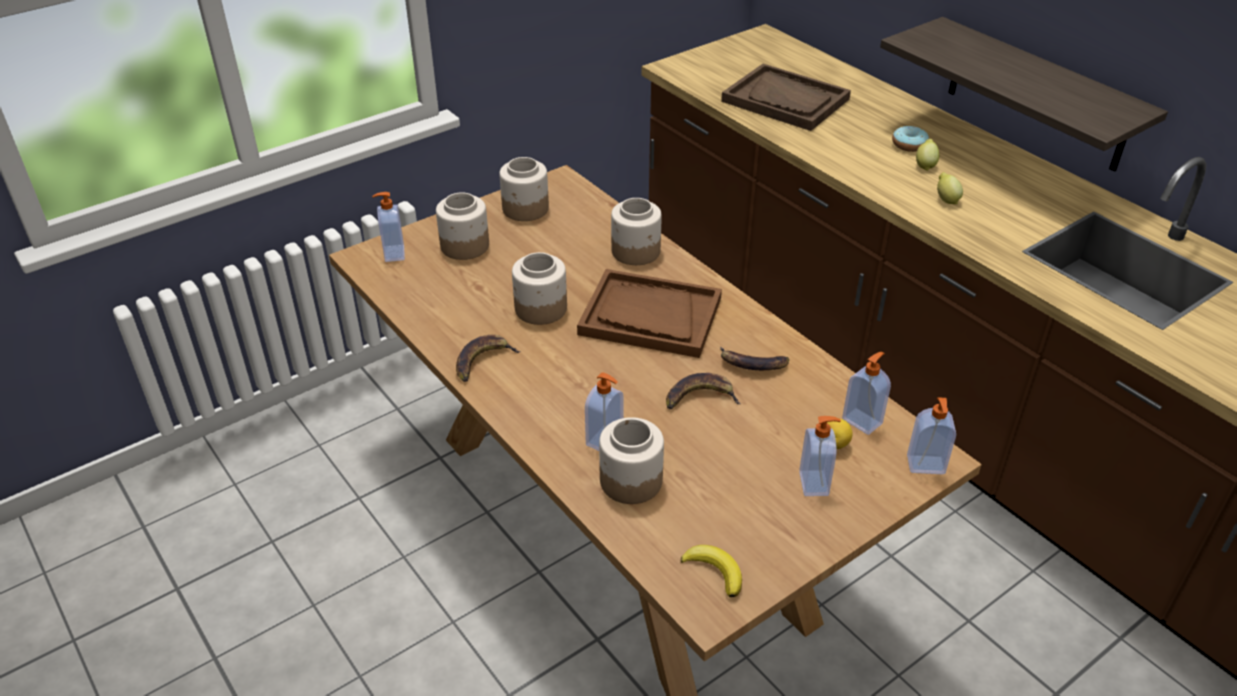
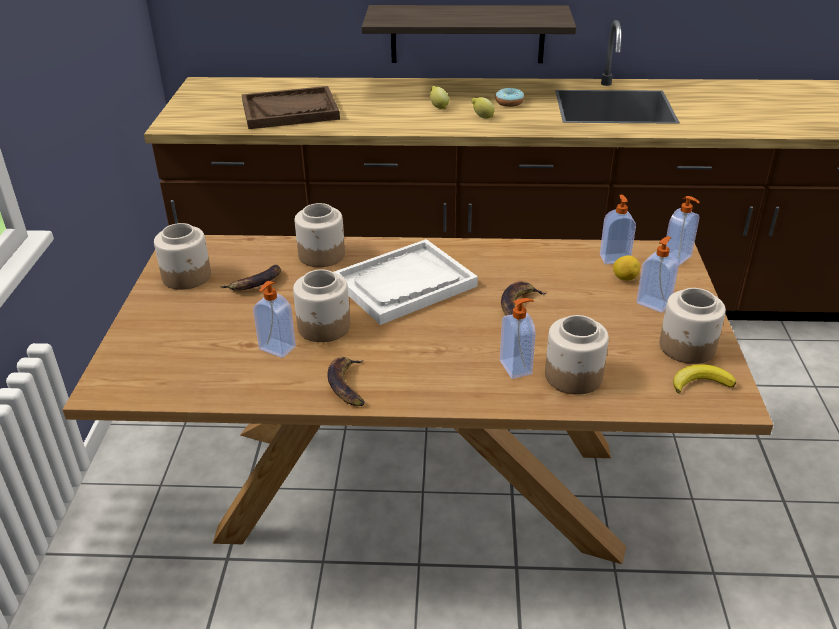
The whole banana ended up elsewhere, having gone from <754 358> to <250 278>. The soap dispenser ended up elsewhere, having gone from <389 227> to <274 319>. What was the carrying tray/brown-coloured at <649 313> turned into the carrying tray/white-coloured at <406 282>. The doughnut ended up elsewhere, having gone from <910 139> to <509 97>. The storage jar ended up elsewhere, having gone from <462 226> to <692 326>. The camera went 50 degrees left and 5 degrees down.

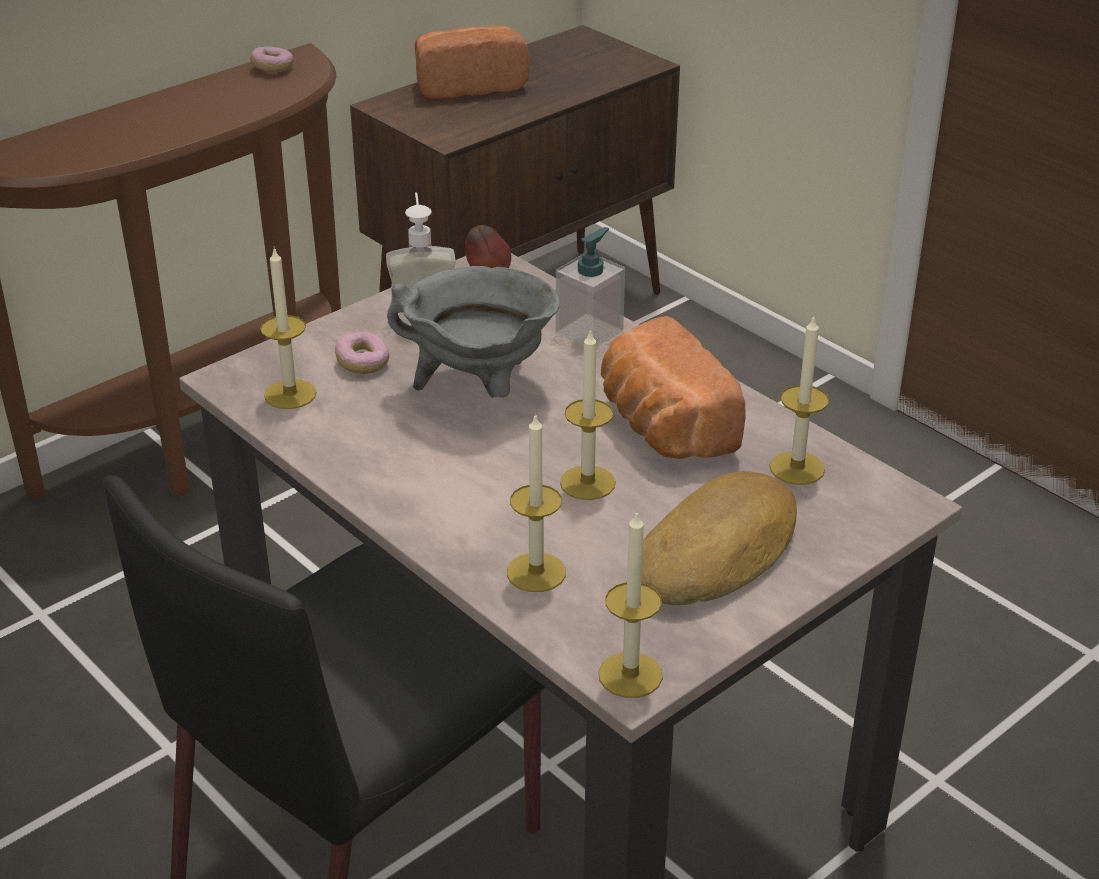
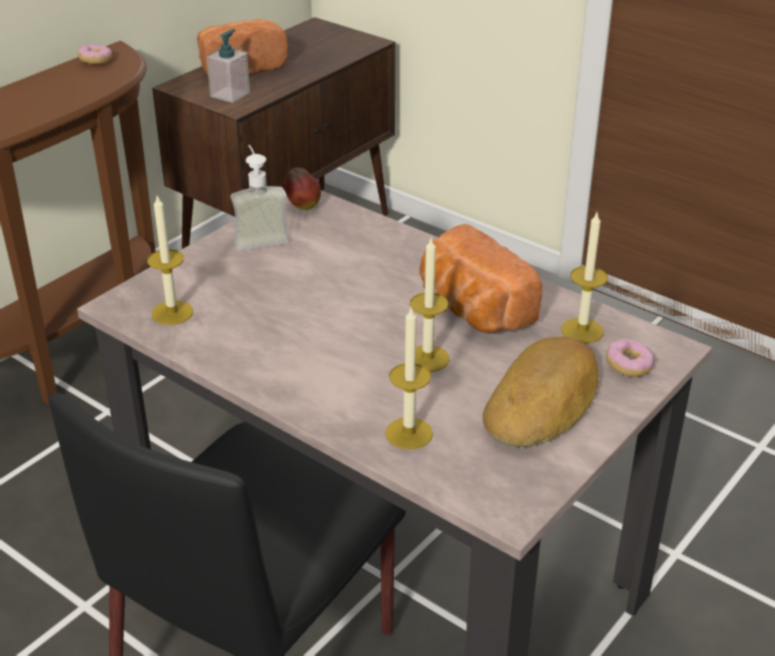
The soap dispenser ended up elsewhere, having gone from <590 287> to <228 66>. The doughnut ended up elsewhere, having gone from <362 353> to <630 358>. The second view lost the saucepot/grey at <473 332>. The second view lost the candle at <630 604>. The camera went 10 degrees left and 0 degrees up.

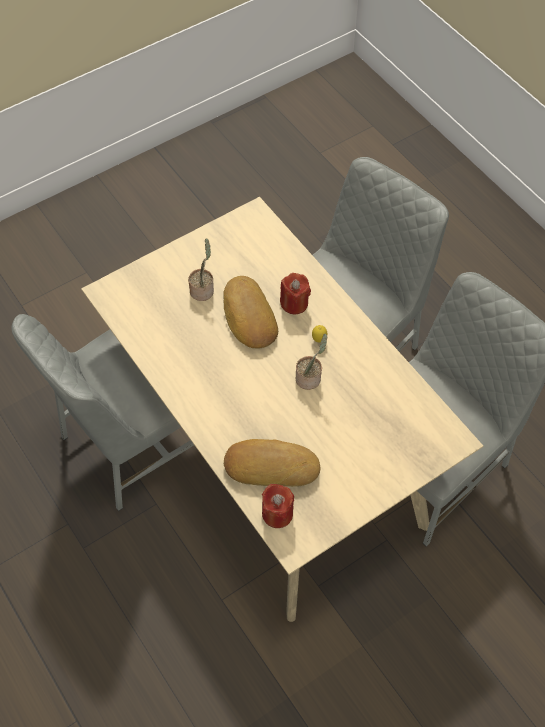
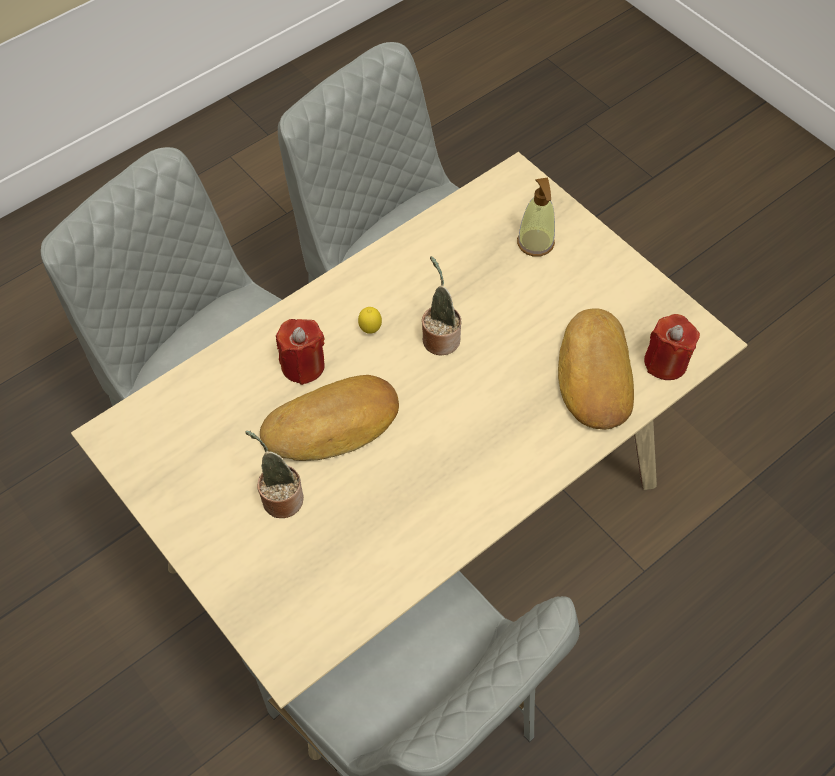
The second view gained the soap dispenser at <536 217>. The camera went 95 degrees left and 0 degrees up.

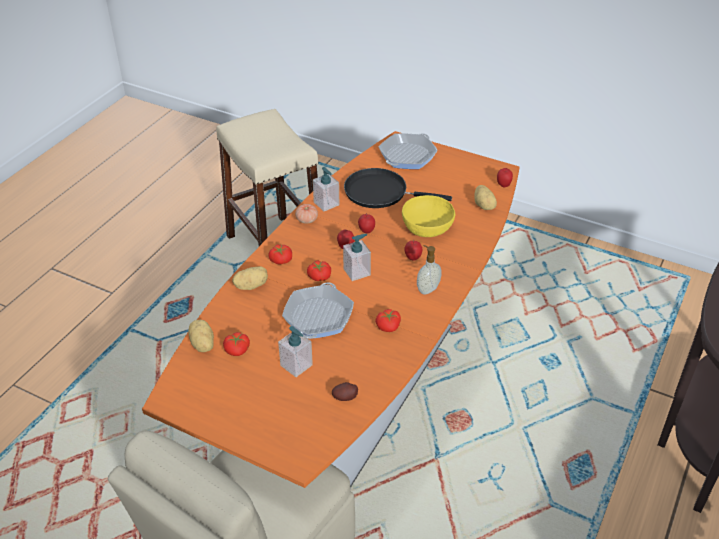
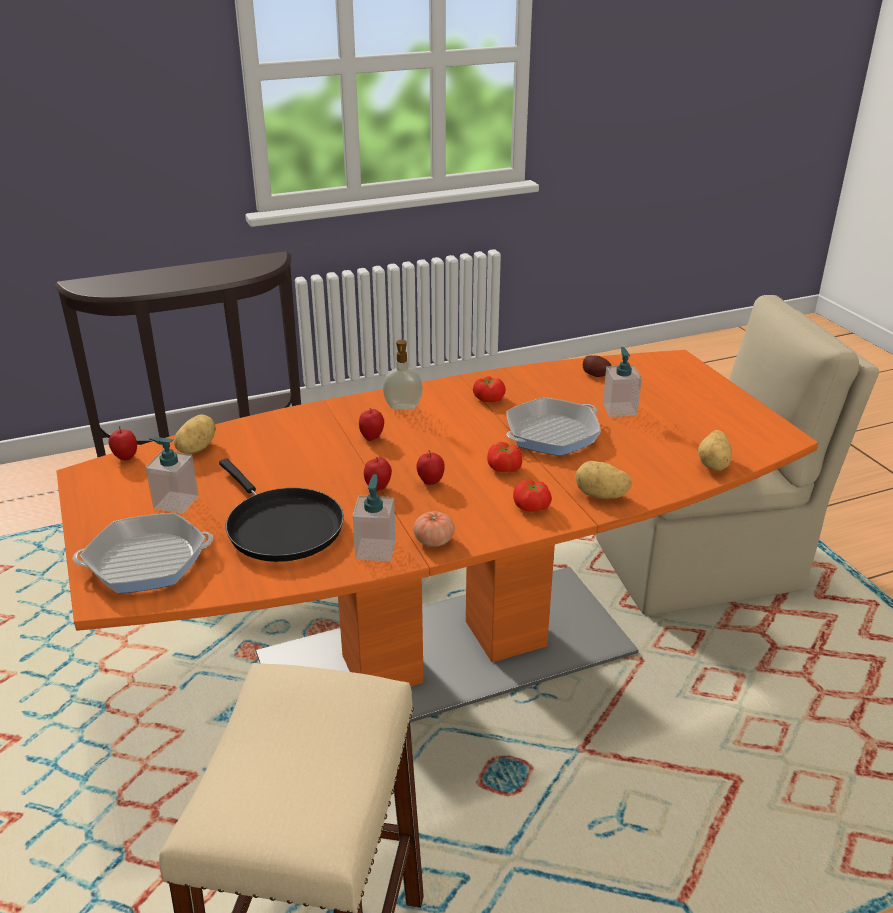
The soap dispenser ended up elsewhere, having gone from <357 257> to <172 475>. The second view lost the fresh tomato at <236 344>. The second view lost the deep dish/yellowish at <428 216>. The camera went 140 degrees left and 10 degrees down.

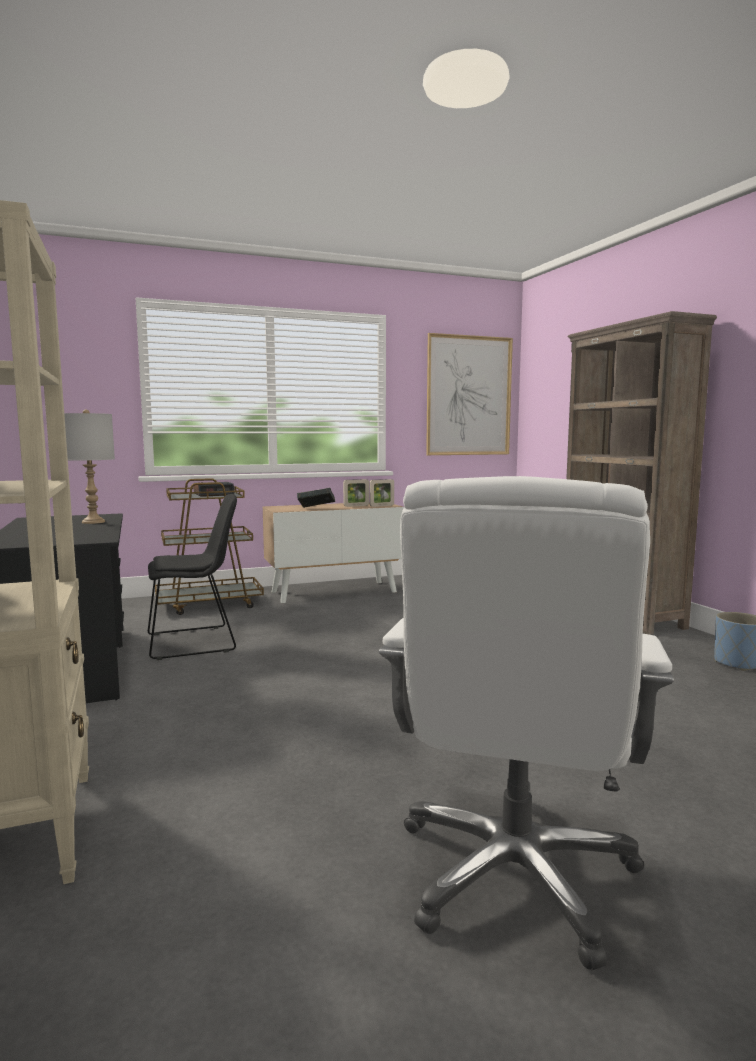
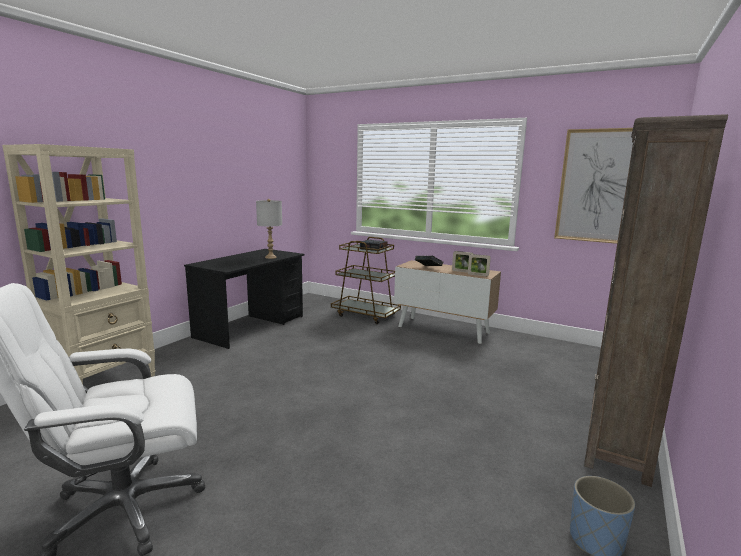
The second view lost the plain chair/black at <192 577>. The camera went 50 degrees right and 5 degrees up.

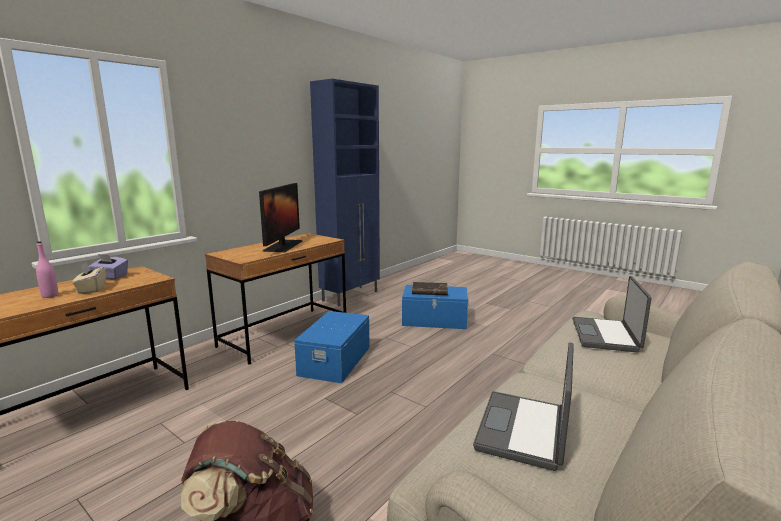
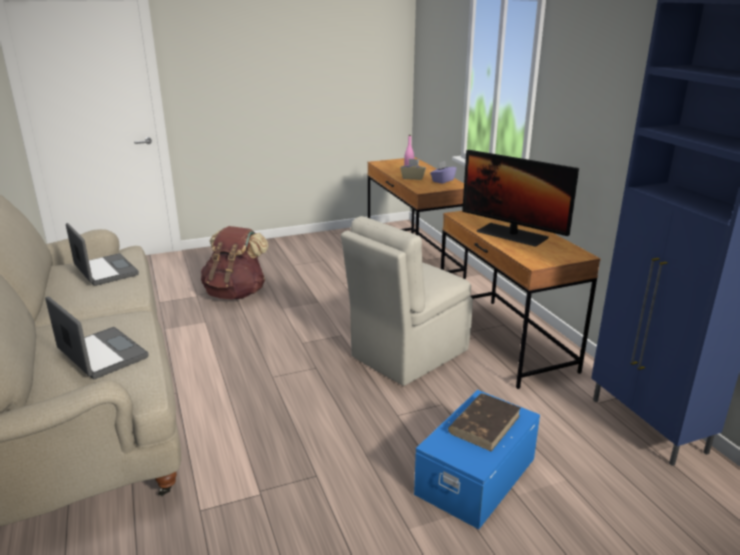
Where the storage bin/bluish stood at <332 347>, the plain chair/beige-coloured came to stand at <407 301>. The camera went 120 degrees right and 10 degrees up.

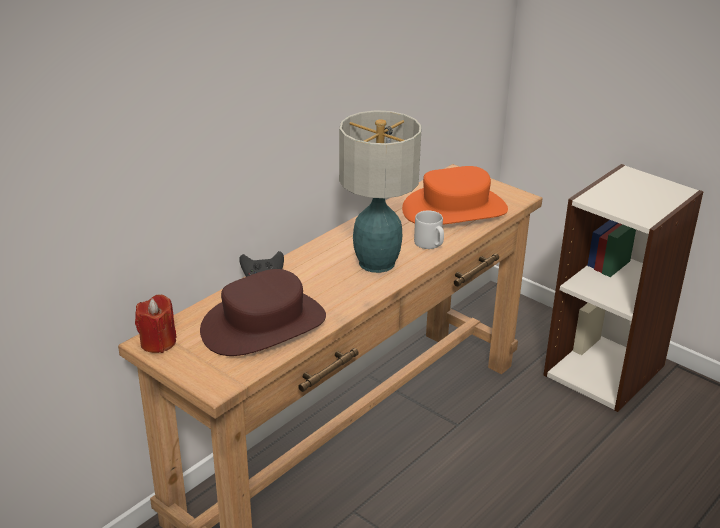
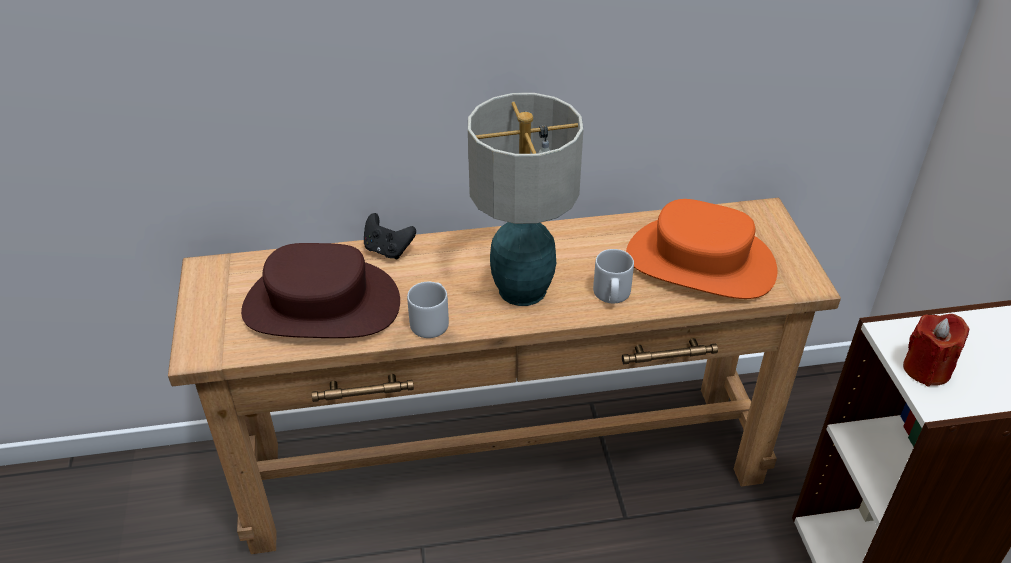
The second view gained the tea mug/grey at <428 310>. The candle/red-coloured ended up elsewhere, having gone from <155 323> to <936 350>. The camera went 40 degrees right and 10 degrees up.

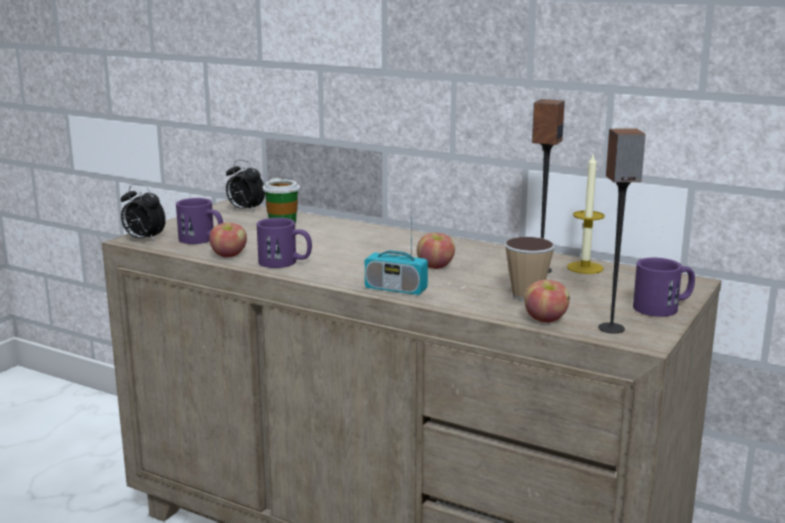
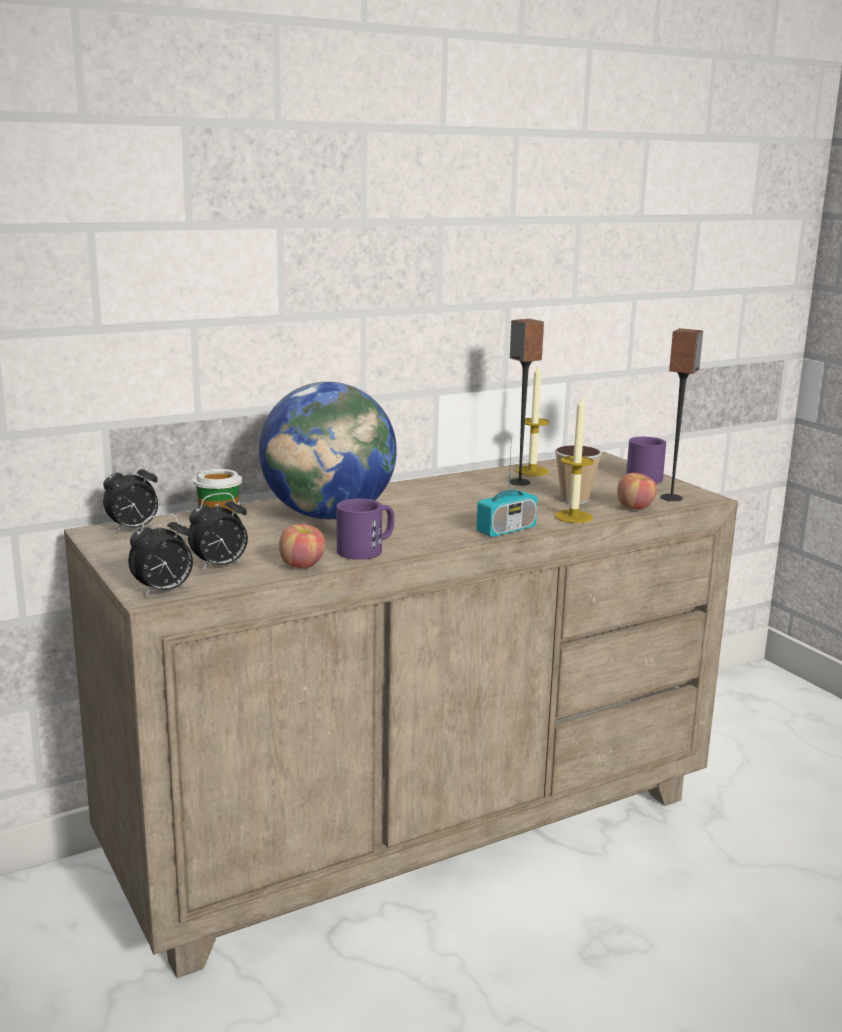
Where the tea mug/purple-coloured stood at <199 221>, the table clock came to stand at <218 531>. The second view gained the desk globe at <328 450>. The second view gained the candle at <574 460>. The second view lost the whole apple at <436 251>. The camera went 60 degrees left and 0 degrees up.

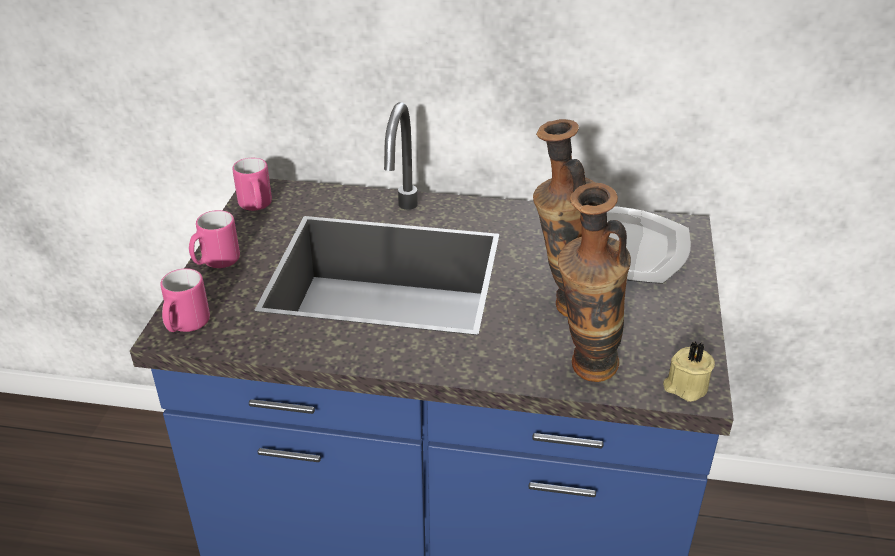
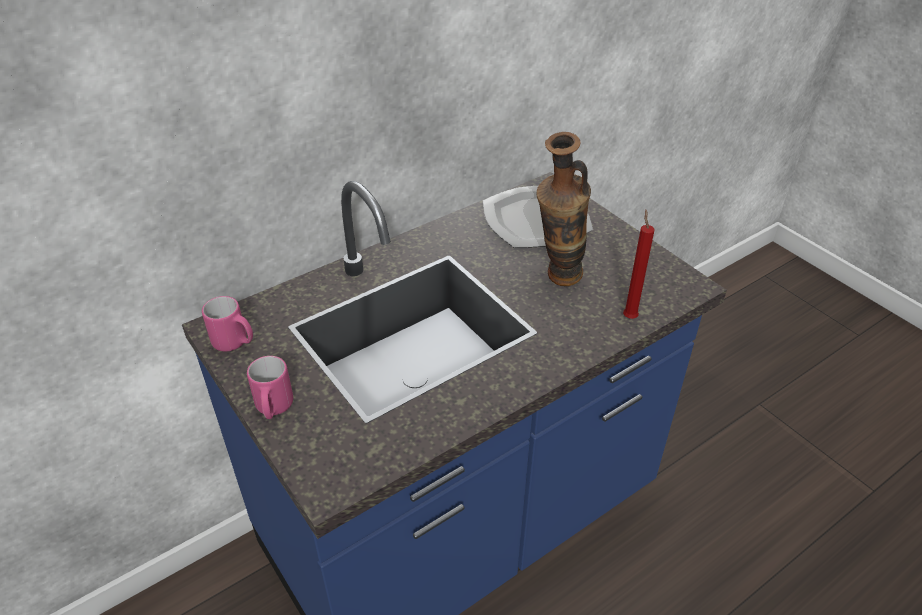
Where the decorative vase stood at <594 282>, the candle/red-coloured came to stand at <639 264>. The second view lost the tea mug/pink-coloured at <185 300>. The second view lost the candle/beige-coloured at <689 371>. The camera went 45 degrees left and 5 degrees up.

